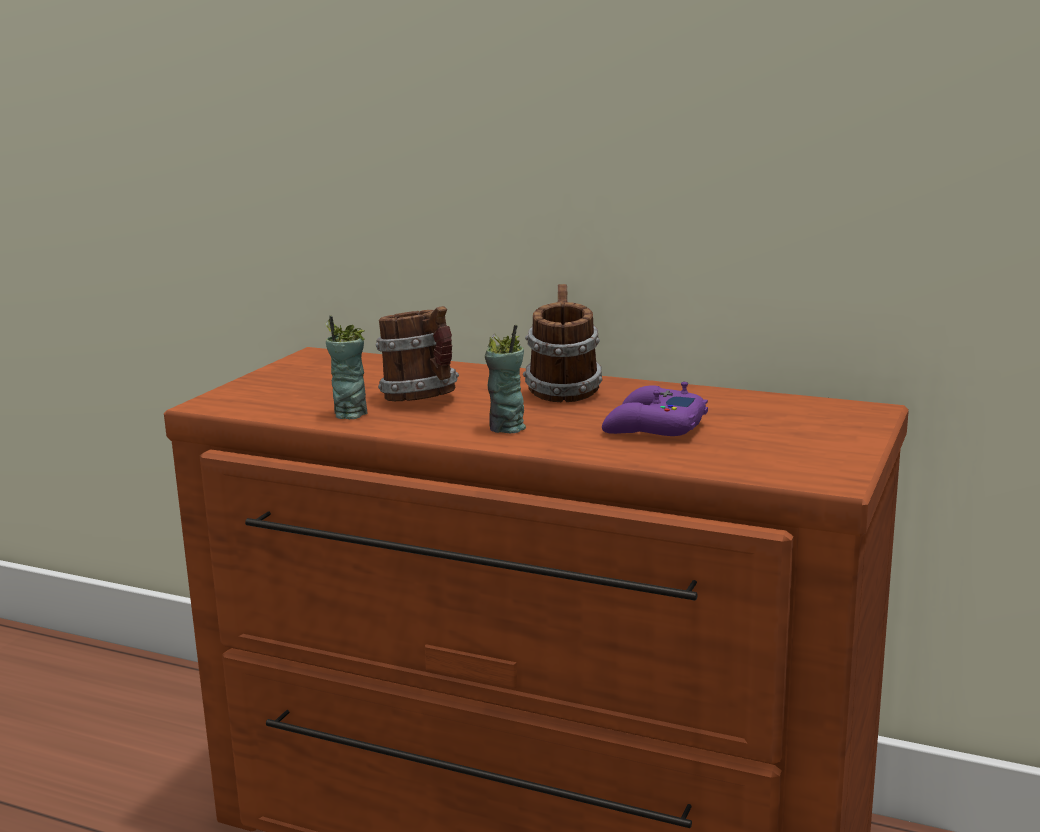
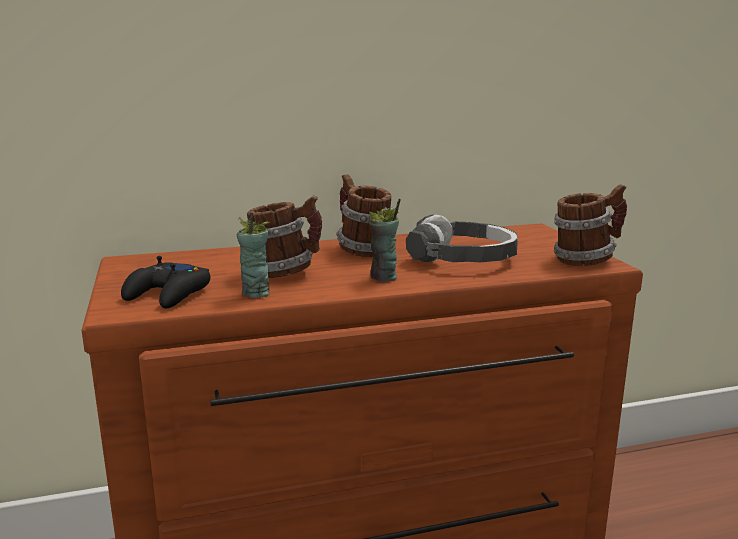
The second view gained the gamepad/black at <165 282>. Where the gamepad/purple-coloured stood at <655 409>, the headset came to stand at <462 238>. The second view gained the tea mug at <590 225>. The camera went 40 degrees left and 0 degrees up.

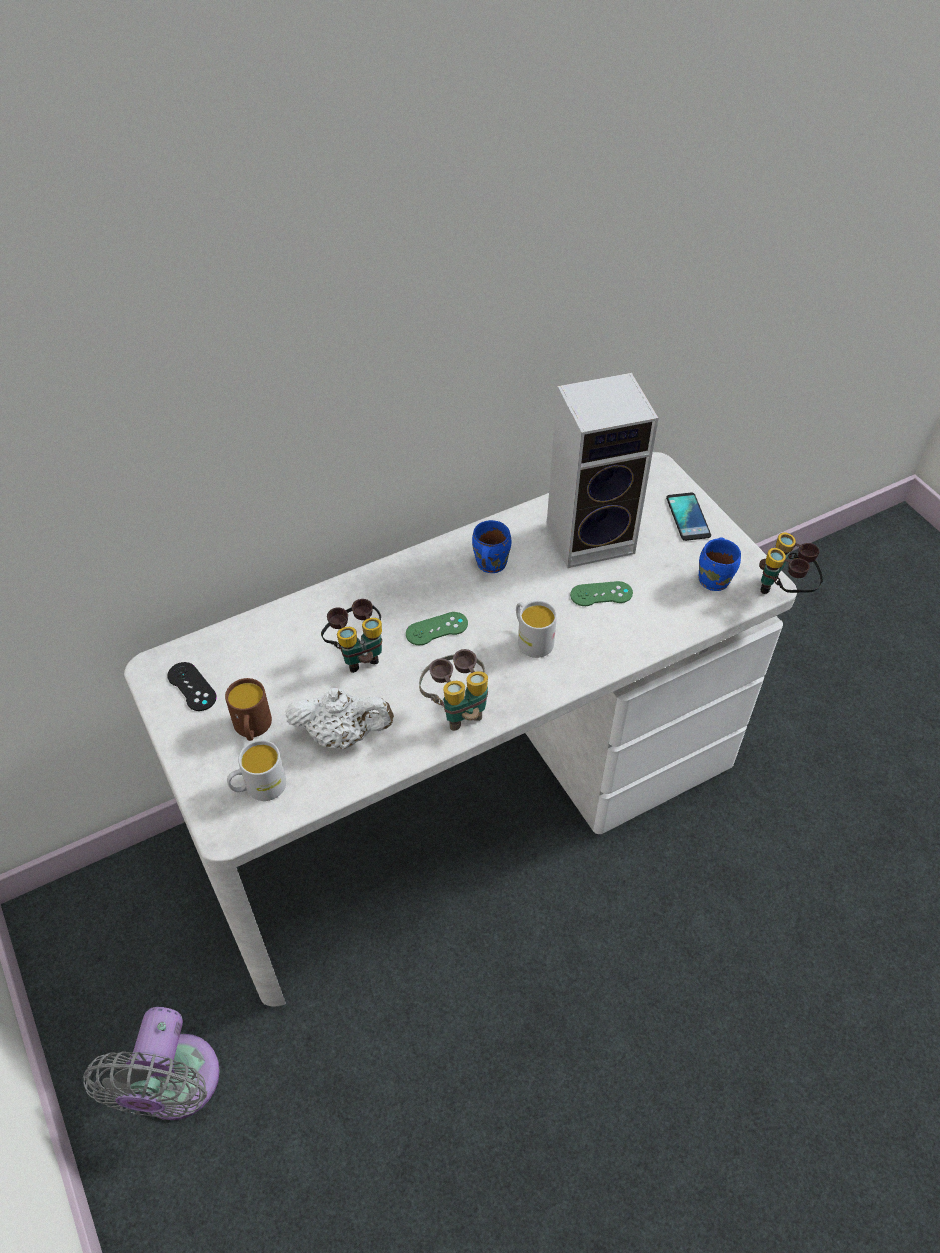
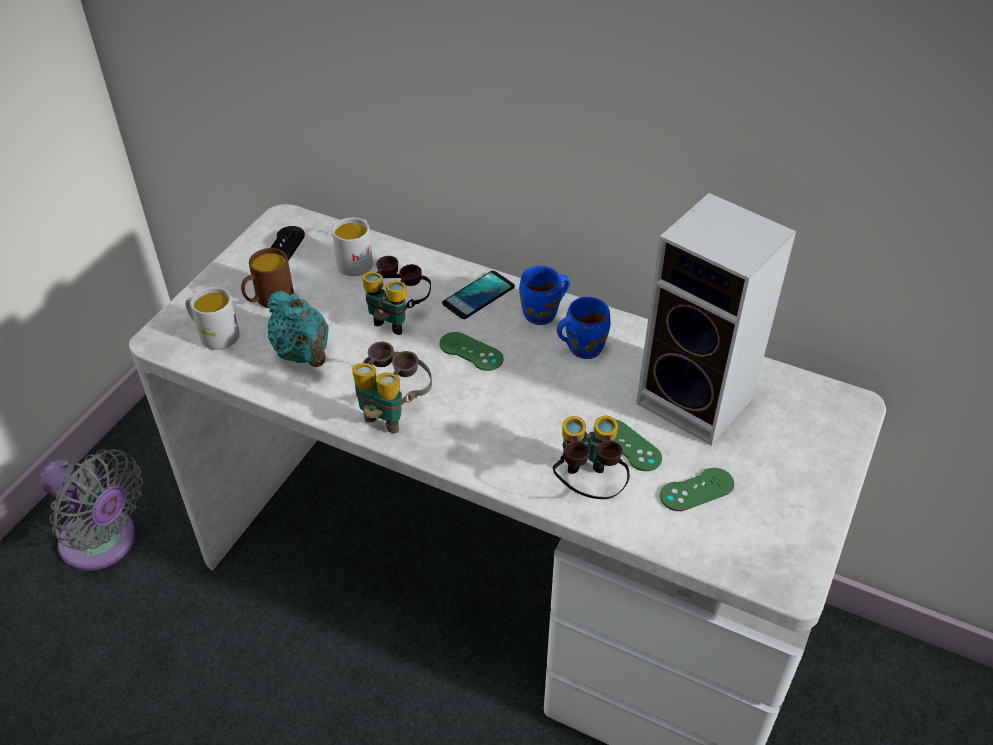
The cooling fan/grey at <151 1063> ended up facing another way, 120 degrees counterclockwise from before. What was the teapot/white-coloured at <339 718> turned into the teapot/blue-green at <298 328>. The tea mug/white-coloured ended up elsewhere, having gone from <536 629> to <352 246>. The handset ended up elsewhere, having gone from <688 517> to <478 295>. The tea mug/bluish ended up elsewhere, having gone from <719 564> to <544 295>. The field glasses ended up elsewhere, having gone from <791 563> to <591 457>. The second view gained the gamepad/green-coloured at <697 489>. The camera went 55 degrees right and 5 degrees down.

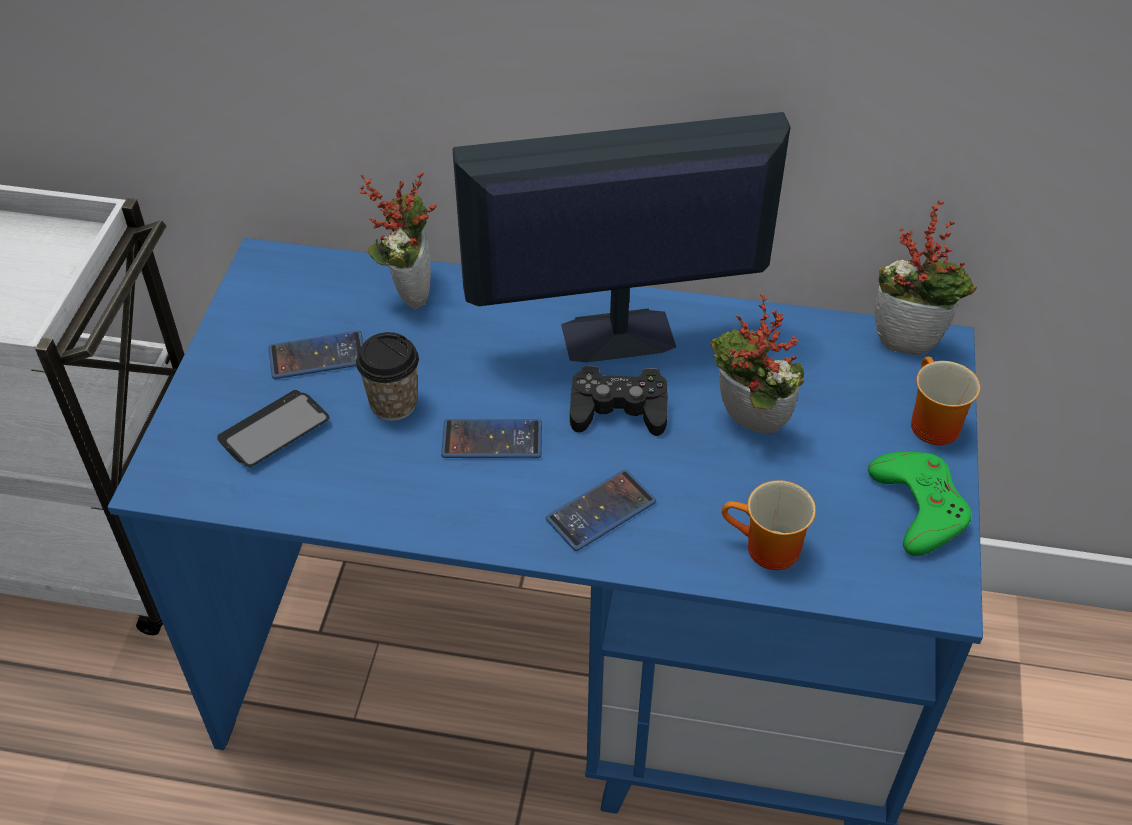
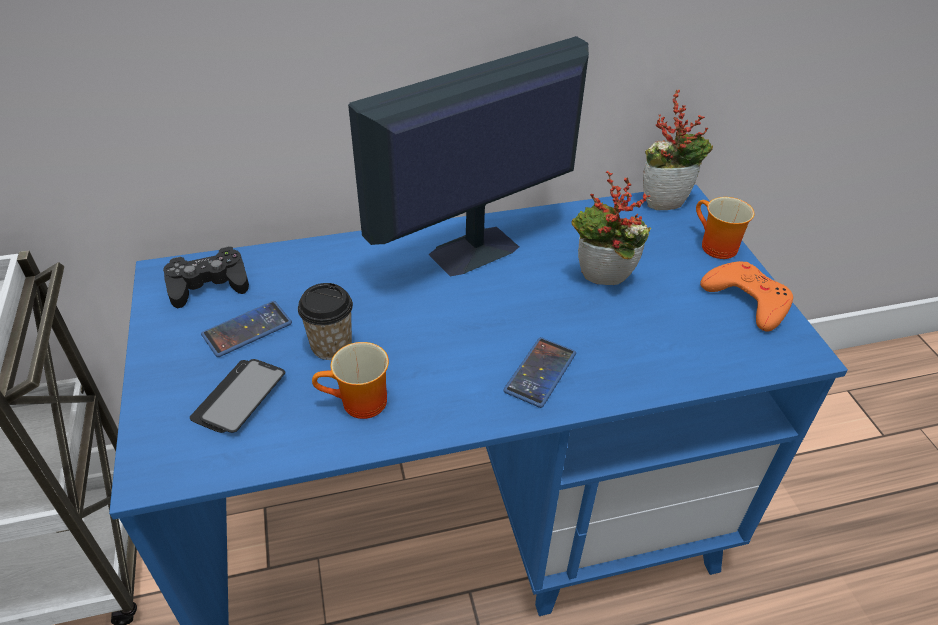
The gamepad/black ended up elsewhere, having gone from <619 400> to <206 277>. The tea mug ended up elsewhere, having gone from <769 525> to <350 380>. What was the gamepad/green-coloured at <920 504> turned into the gamepad/orange at <746 296>. The second view lost the plant in a pot at <398 241>. The second view lost the handset at <491 438>. The camera went 25 degrees left and 5 degrees down.

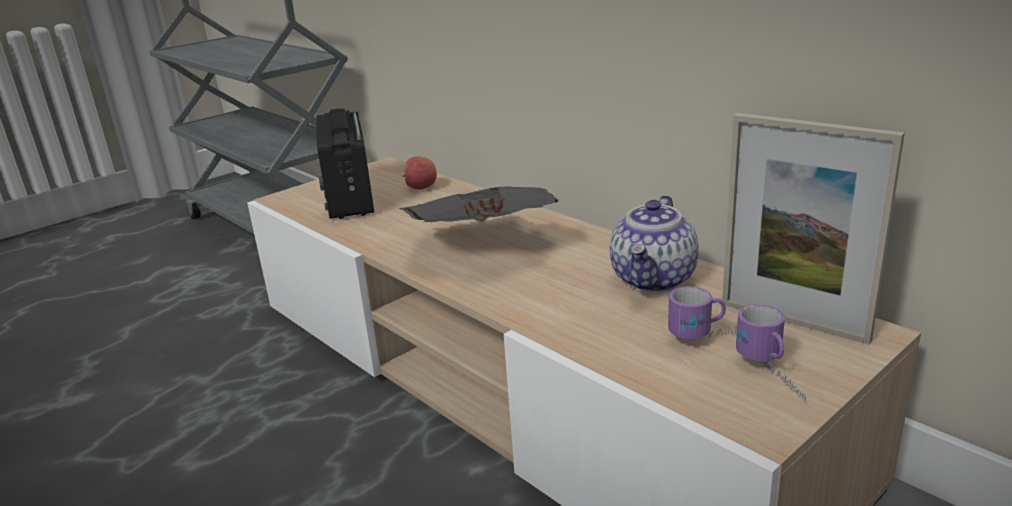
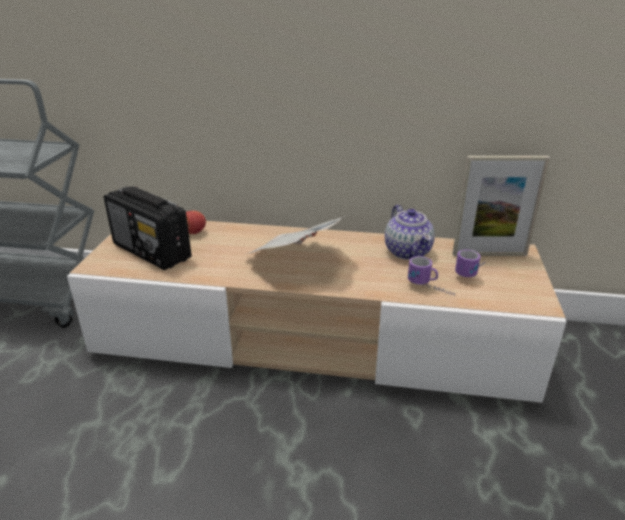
The tea mug ended up elsewhere, having gone from <771 353> to <431 276>. The camera went 40 degrees left and 5 degrees up.

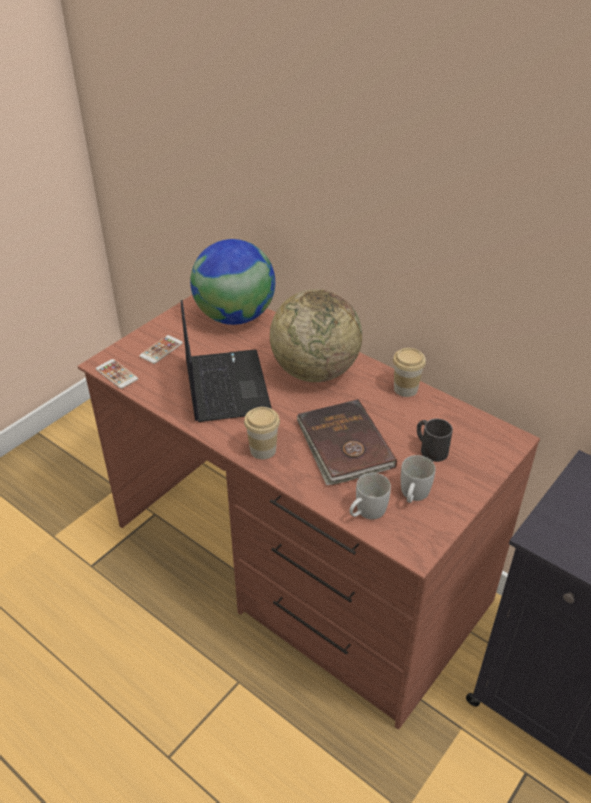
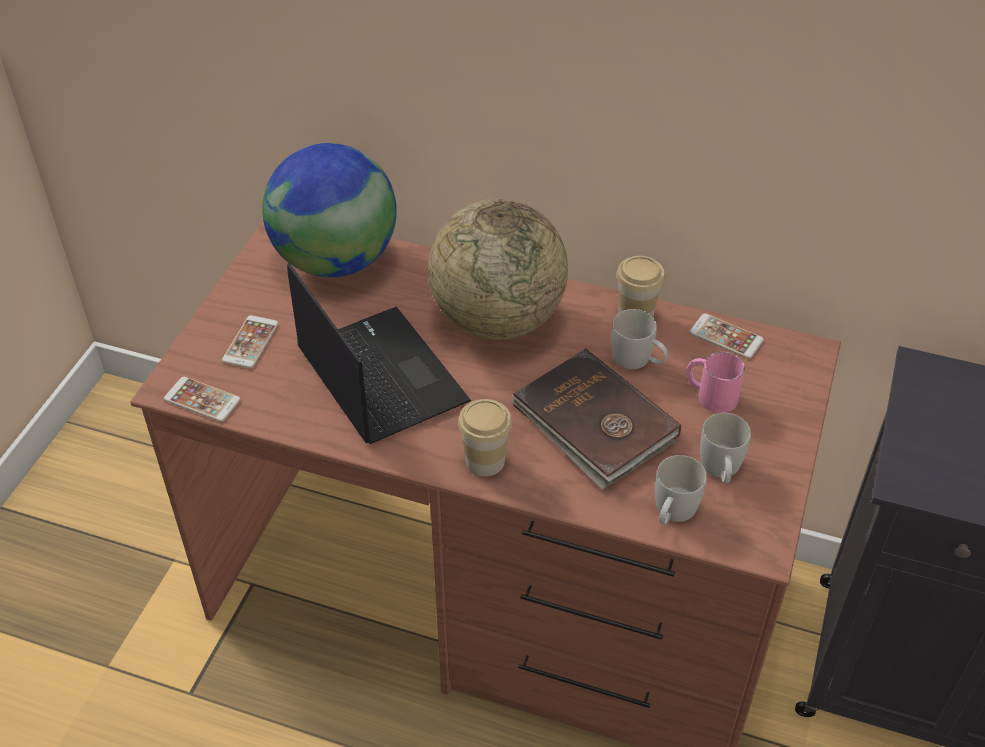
The second view gained the tea mug/white-coloured at <639 339>. What was the tea mug/black at <435 440> turned into the tea mug/pink-coloured at <715 382>. The second view gained the handset at <727 336>. The camera went 20 degrees left and 5 degrees up.

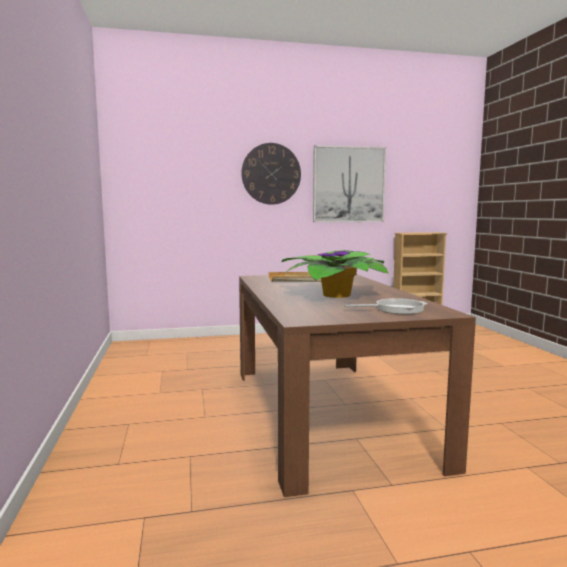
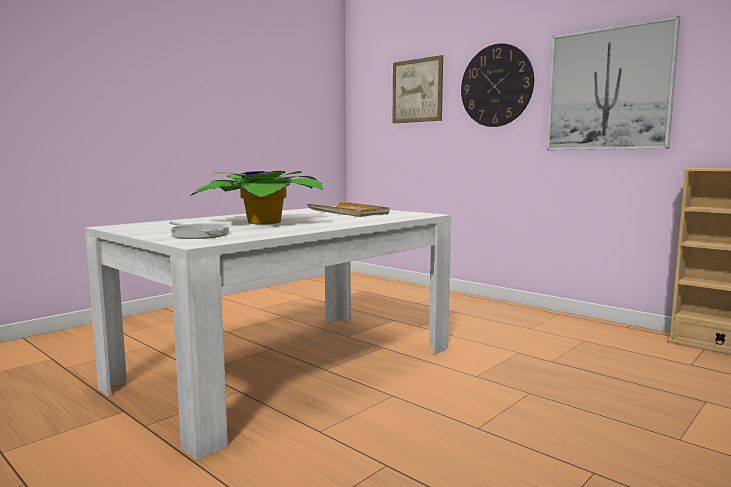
What was the dinner table/brown-coloured at <357 386> turned into the dinner table/white-coloured at <268 333>. The second view gained the picture at <418 89>. The camera went 55 degrees right and 0 degrees up.

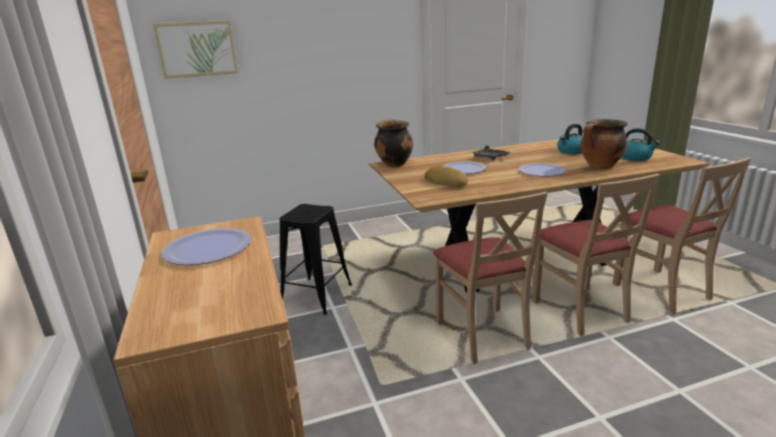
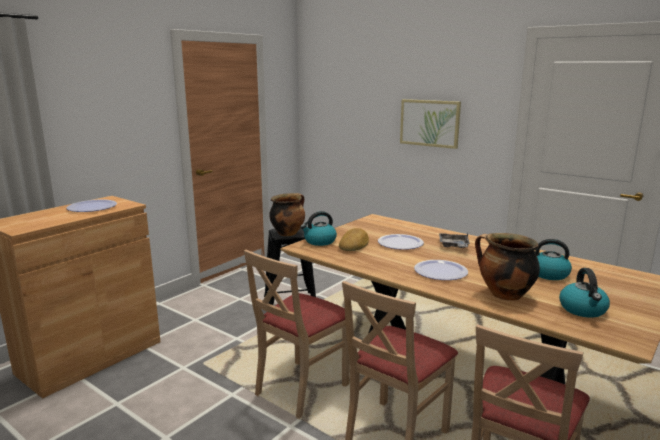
The saucepot ended up elsewhere, having gone from <393 143> to <287 214>. The second view gained the water kettle at <318 228>. The picture ended up elsewhere, having gone from <195 49> to <430 124>. The camera went 55 degrees right and 5 degrees down.

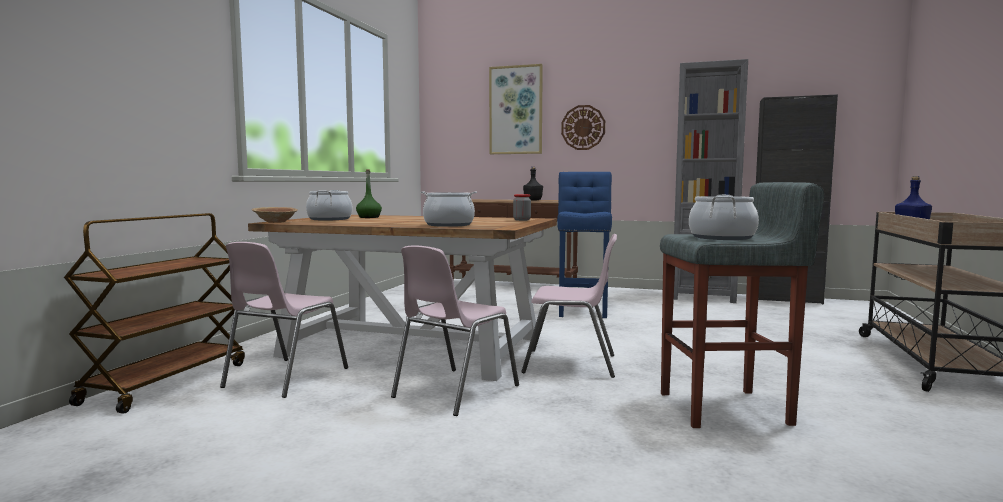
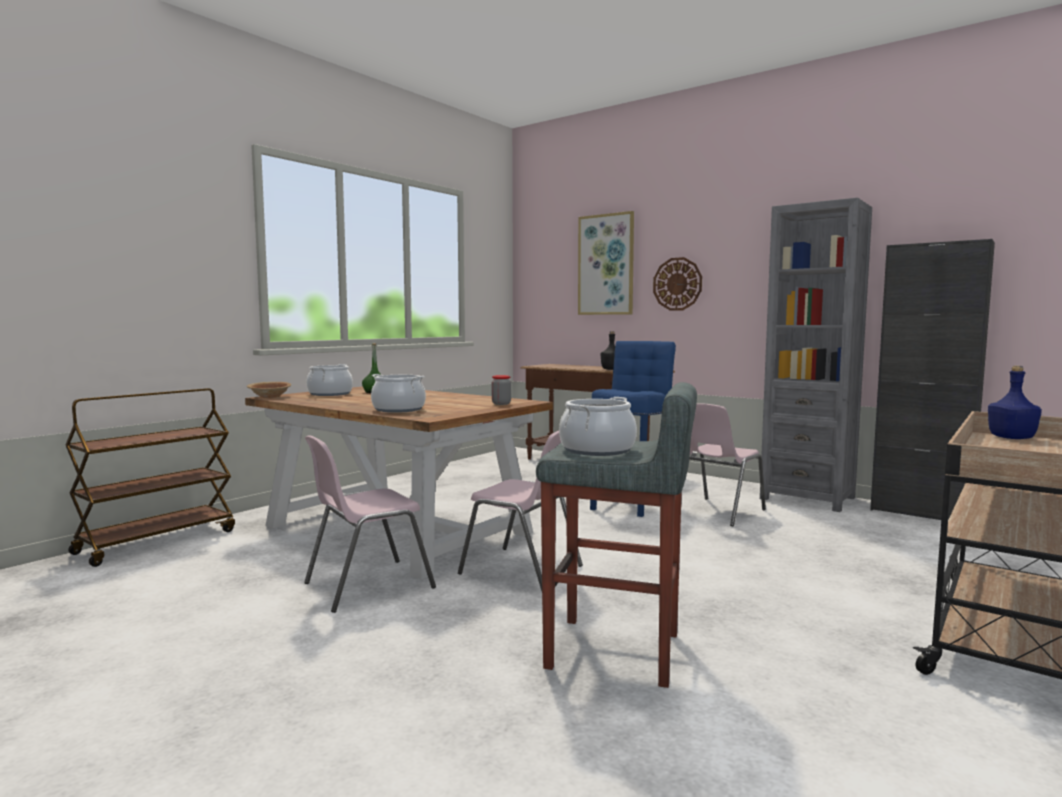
The plain chair/pink-coloured ended up elsewhere, having gone from <284 320> to <727 464>. The camera went 20 degrees right and 0 degrees up.

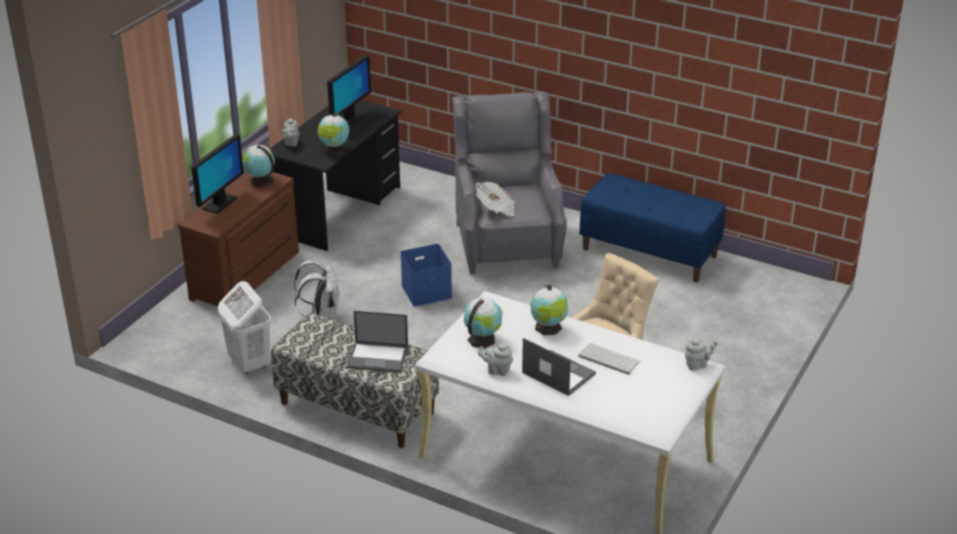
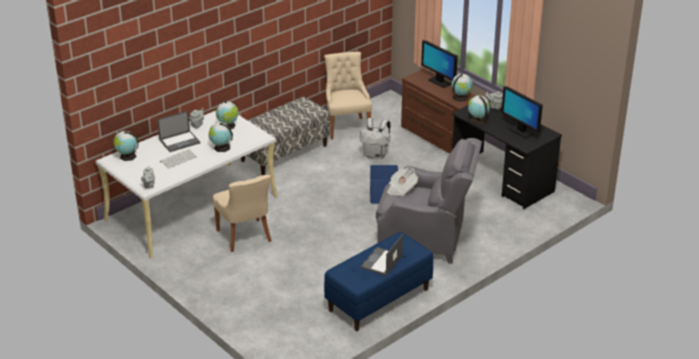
The second view gained the desk globe at <126 146>. Where the washing basket/white-coloured stood at <244 327>, the plain chair/beige-coloured came to stand at <348 96>. The laptop ended up elsewhere, having gone from <377 342> to <382 255>. The camera went 110 degrees right and 0 degrees up.

